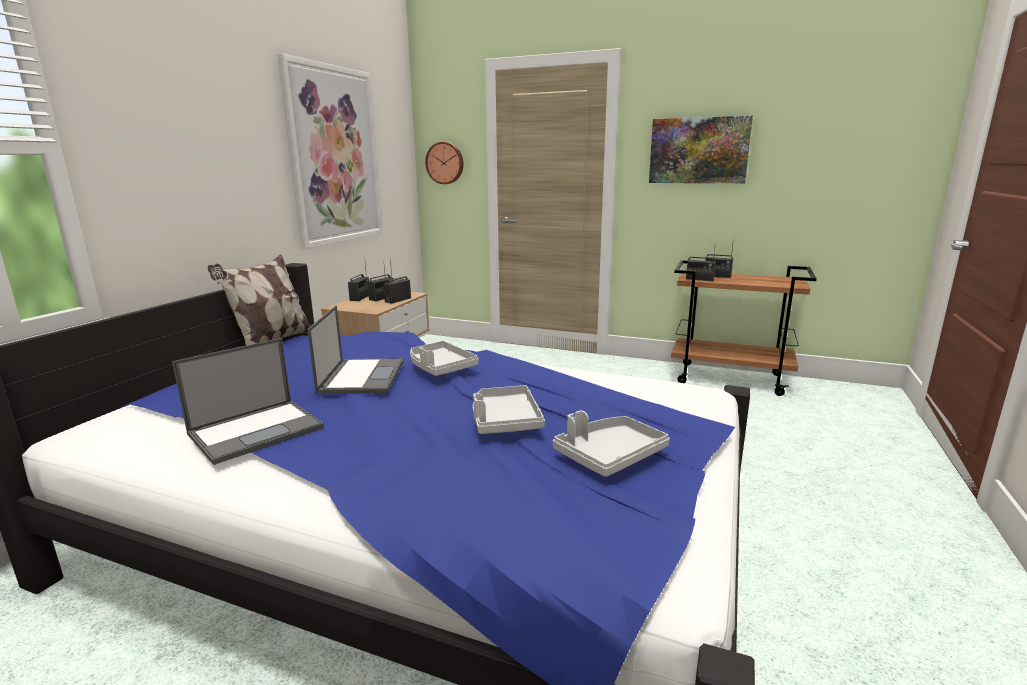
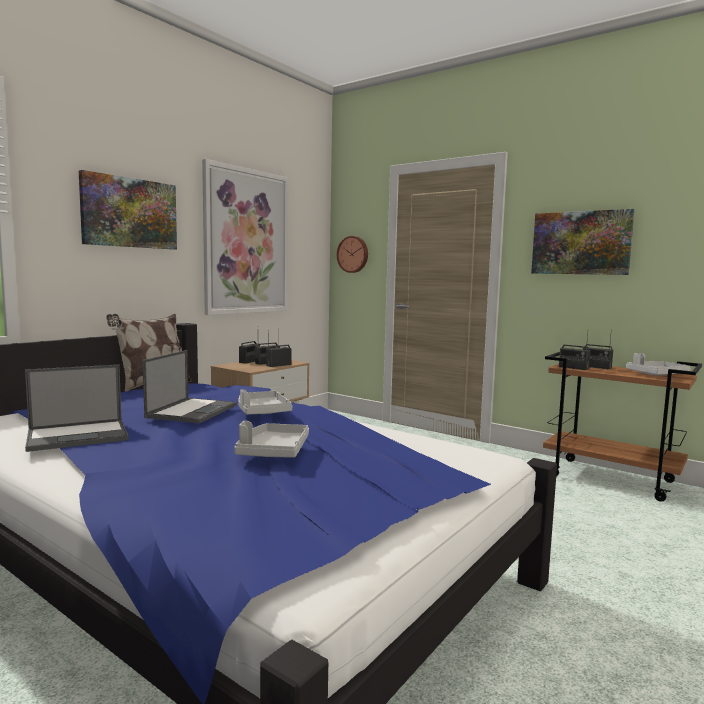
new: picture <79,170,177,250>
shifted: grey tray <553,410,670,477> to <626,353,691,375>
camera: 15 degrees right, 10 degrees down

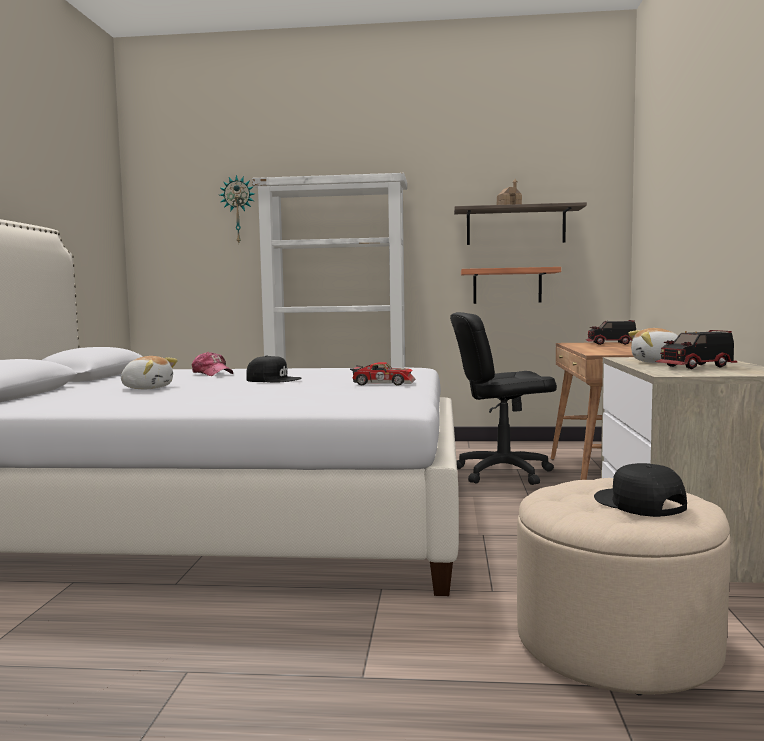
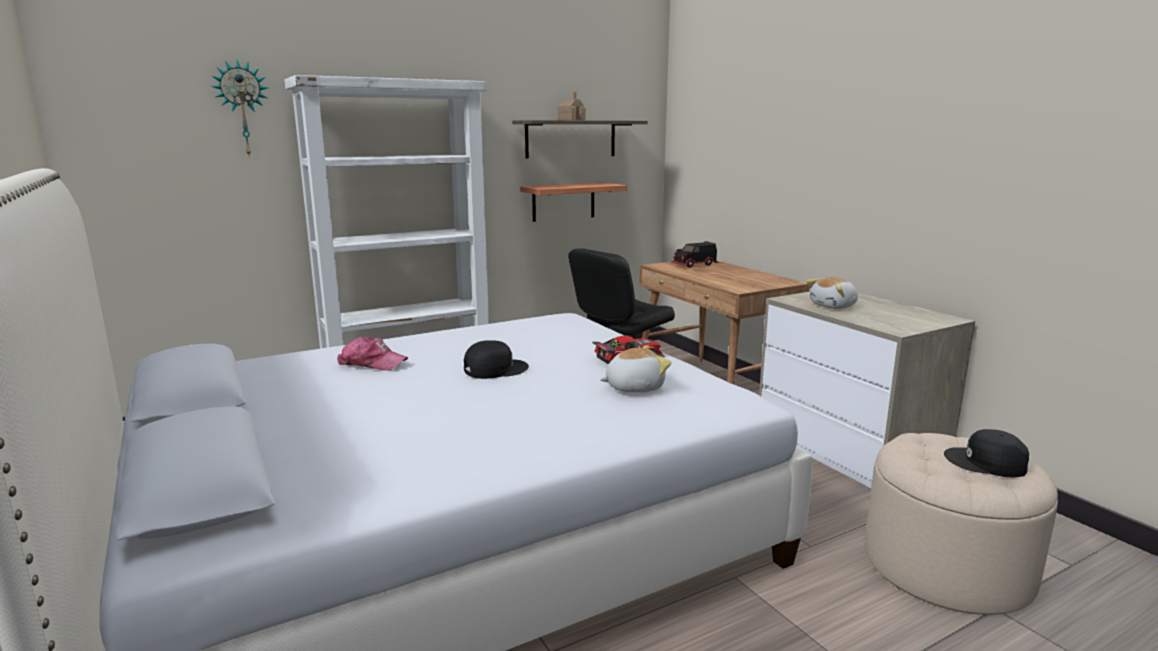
gone: toy truck <656,330,737,369>
shifted: plush toy <121,356,178,389> to <600,345,671,393>
camera: 35 degrees left, 10 degrees up

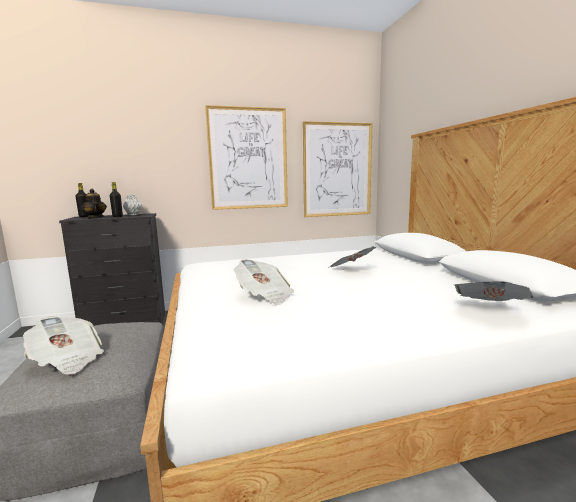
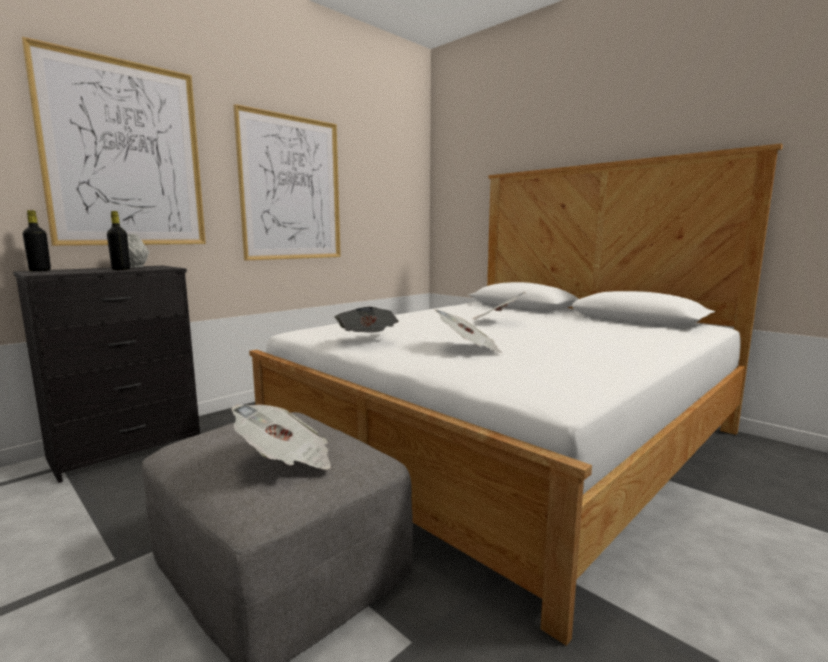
gone: teapot <82,189,107,219>
shifted: picture <303,121,372,217> to <21,36,206,246>; newspaper <454,281,534,301> to <334,307,399,333>
camera: 30 degrees left, 0 degrees up

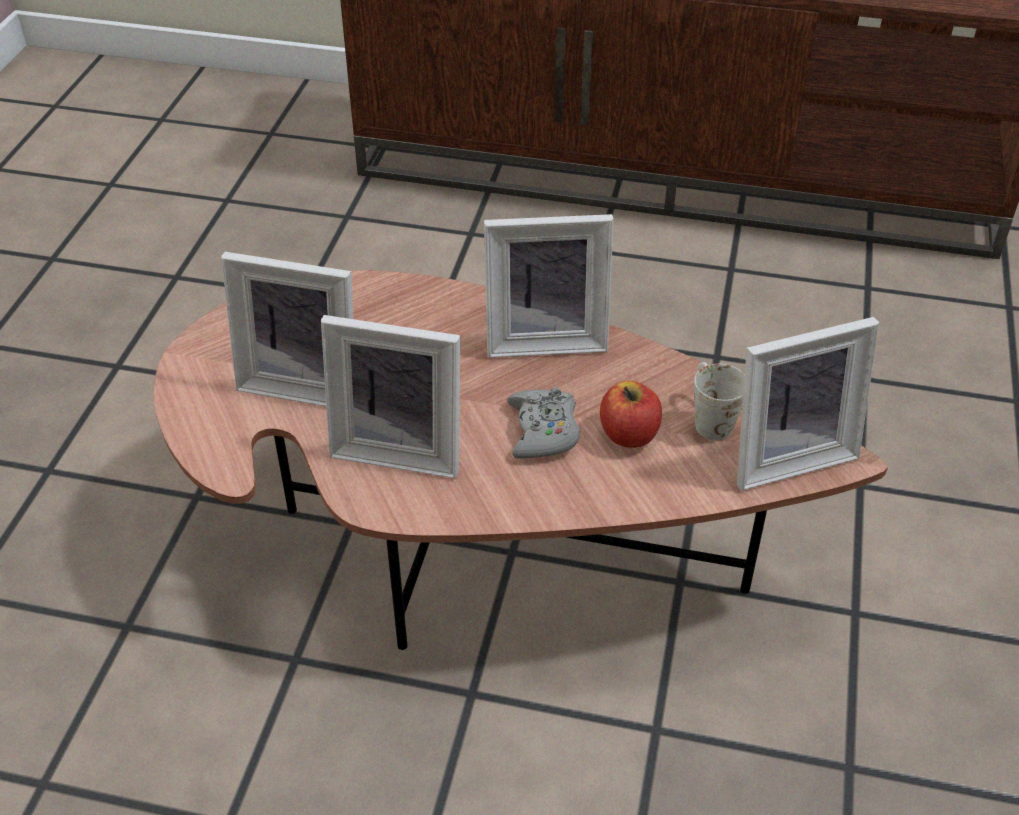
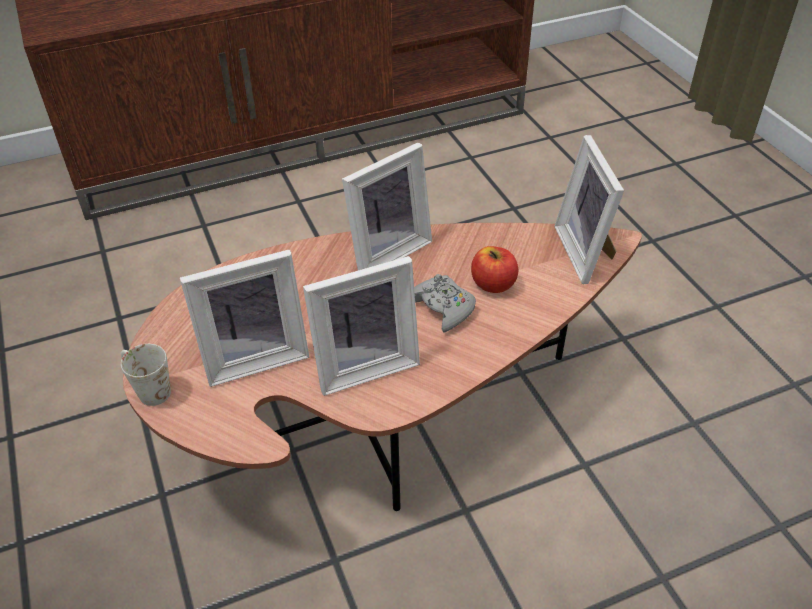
shifted: white mug <694,362,745,440> to <121,344,171,406>
rotated: picture frame <737,317,879,490> = <554,135,624,284> 135 degrees clockwise
camera: 35 degrees left, 0 degrees up

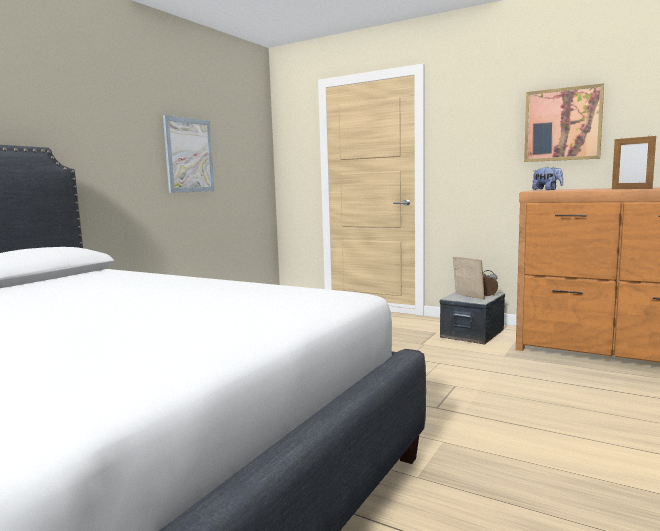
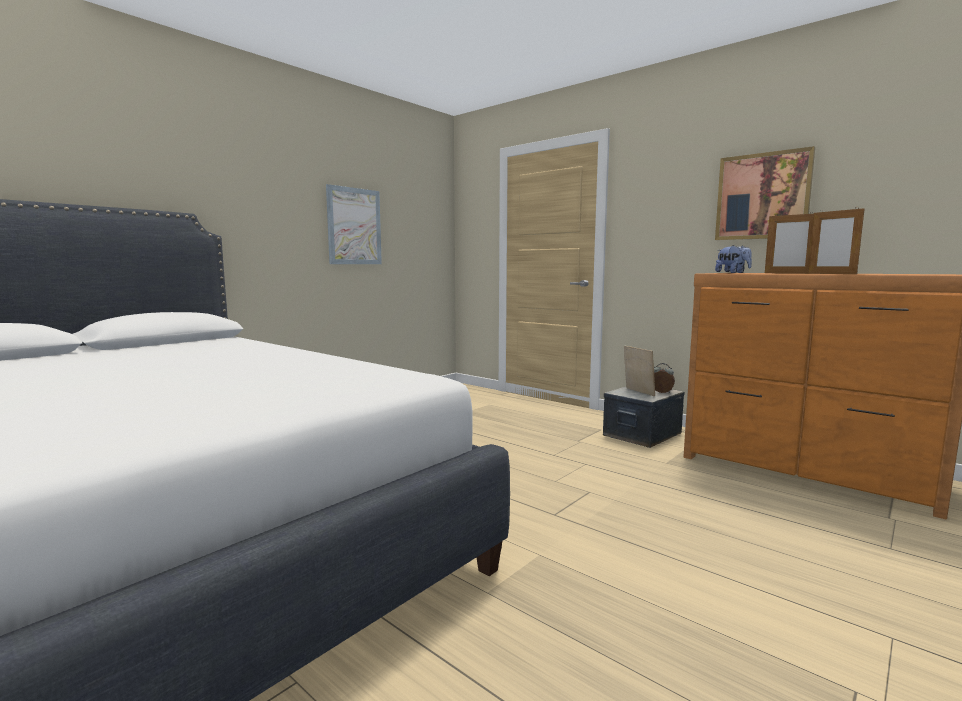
new: picture frame <765,213,814,274>
camera: 10 degrees right, 0 degrees up

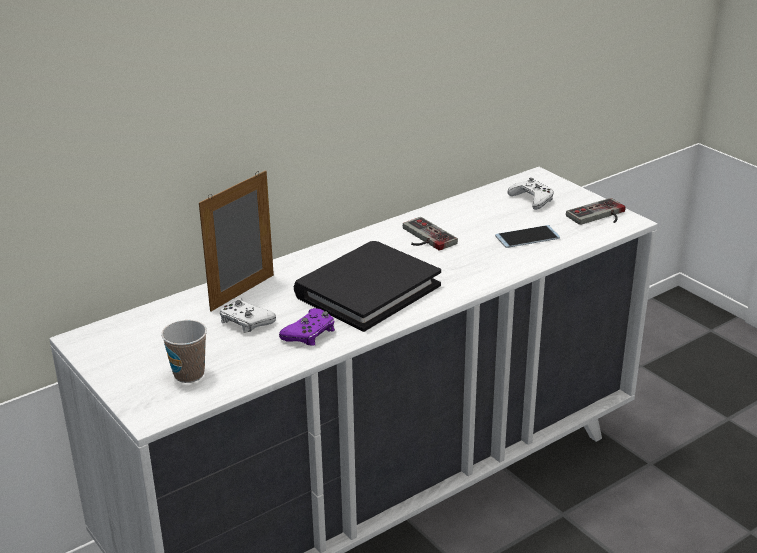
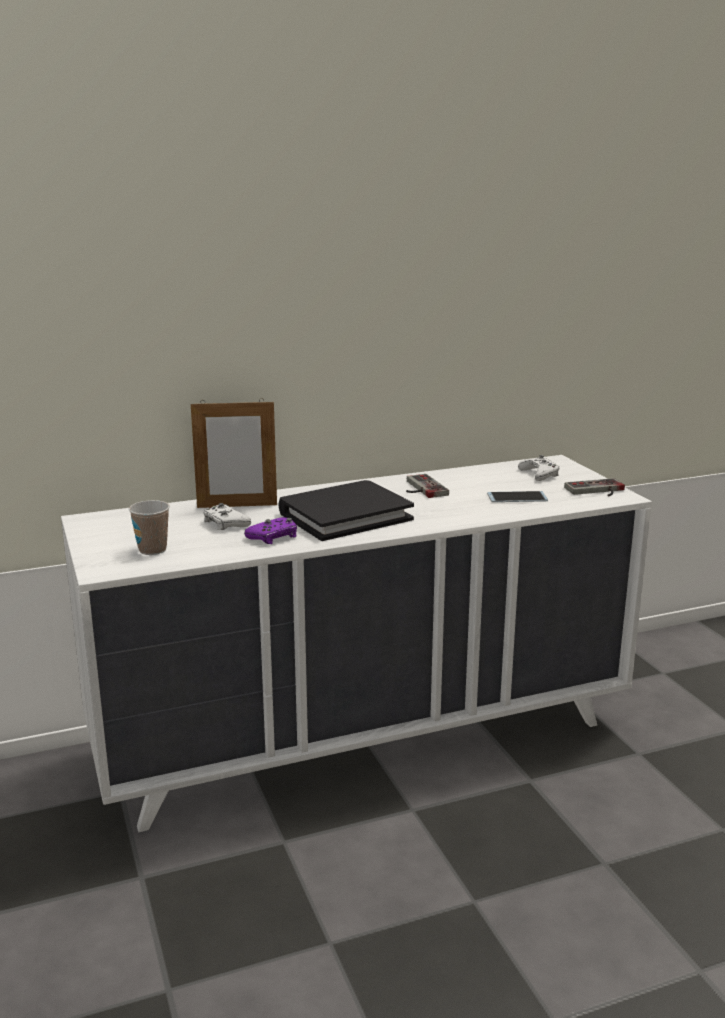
rotated: picture frame <199,170,274,311> = <191,398,277,508> 150 degrees counterclockwise
camera: 15 degrees right, 10 degrees down

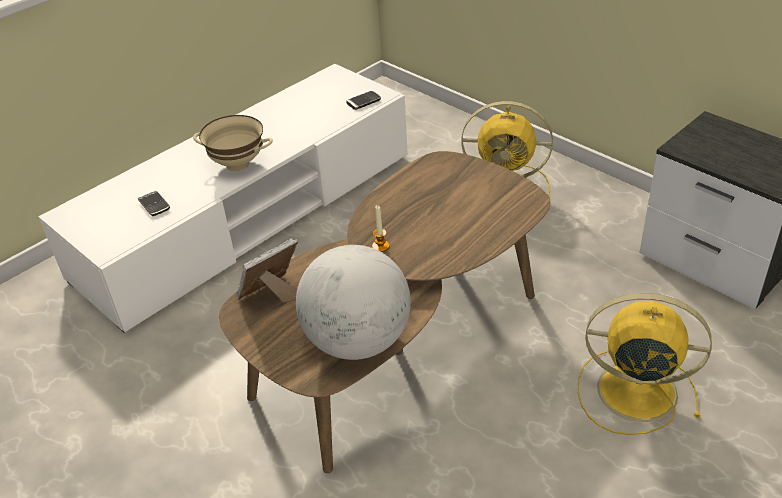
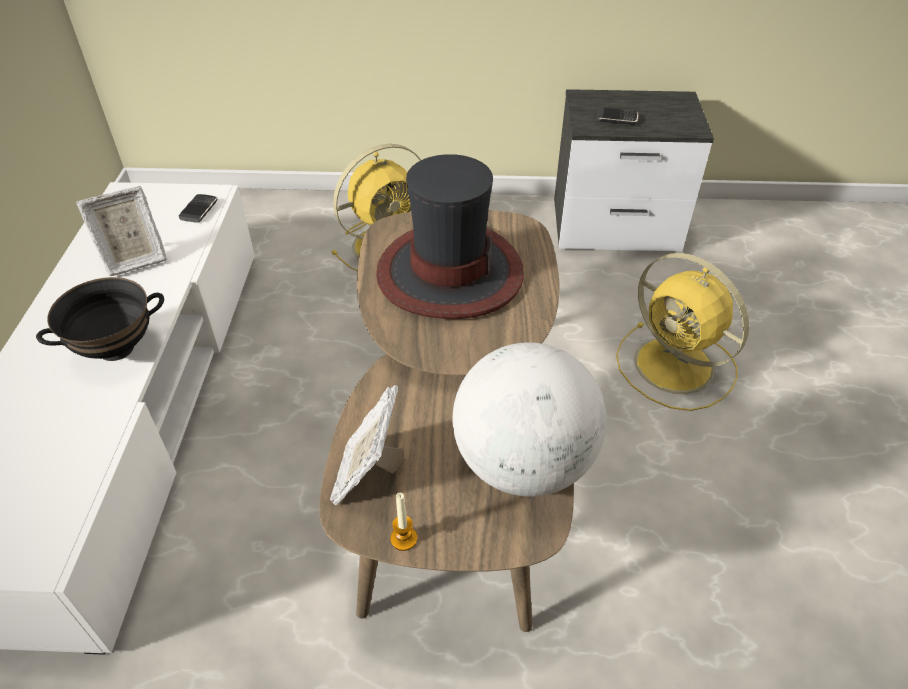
new: picture frame <76,186,167,276>; hat <376,154,524,319>
shifted: candle <372,205,390,252> to <390,493,417,551>; phone <138,191,170,216> to <596,107,638,125>
repainted: beige bowl <193,115,273,171> to black bowl <36,277,164,361>
rotated: yellow fan <577,293,712,435> = <616,253,749,411> 105 degrees counterclockwise
camera: 45 degrees left, 5 degrees up

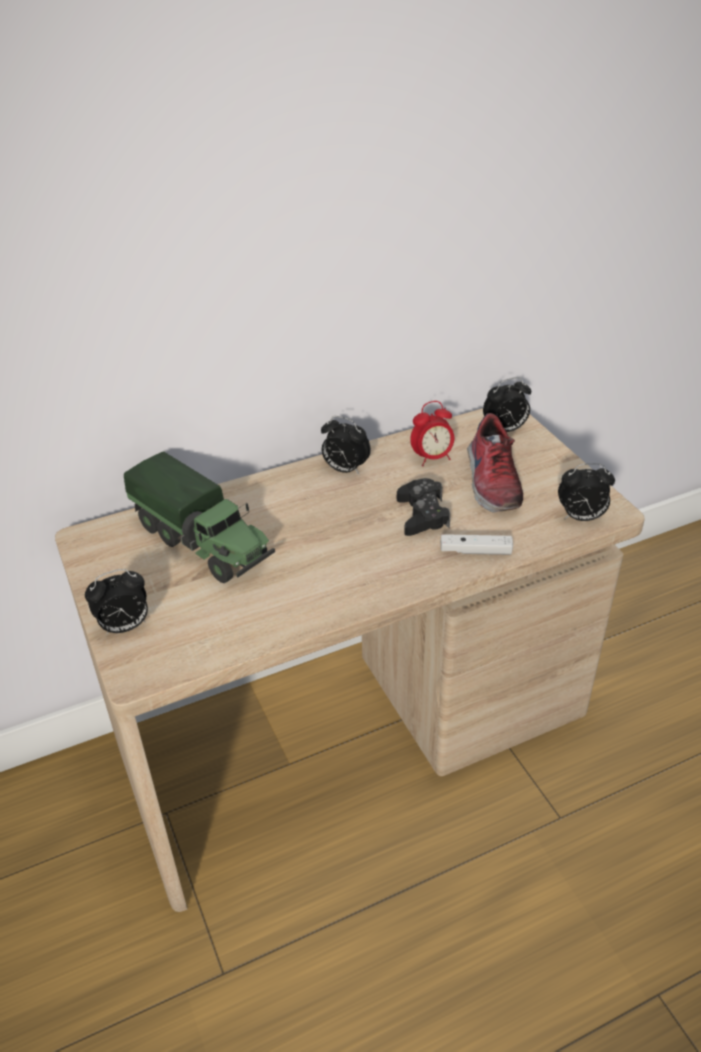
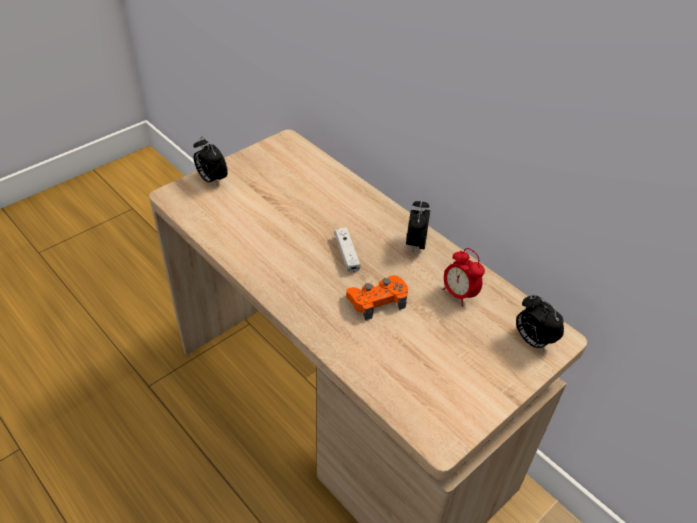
gone: toy truck <124,452,275,583>; shoe <467,413,523,513>; alarm clock <558,463,615,521>
shifted: white game controller <441,534,513,555> to <335,227,360,273>
repainted: black game controller <397,478,450,536> to orange game controller <346,275,408,320>
camera: 70 degrees right, 5 degrees up

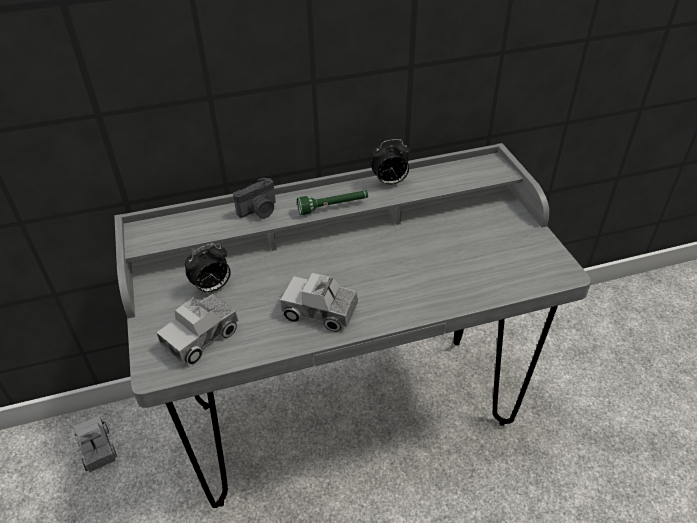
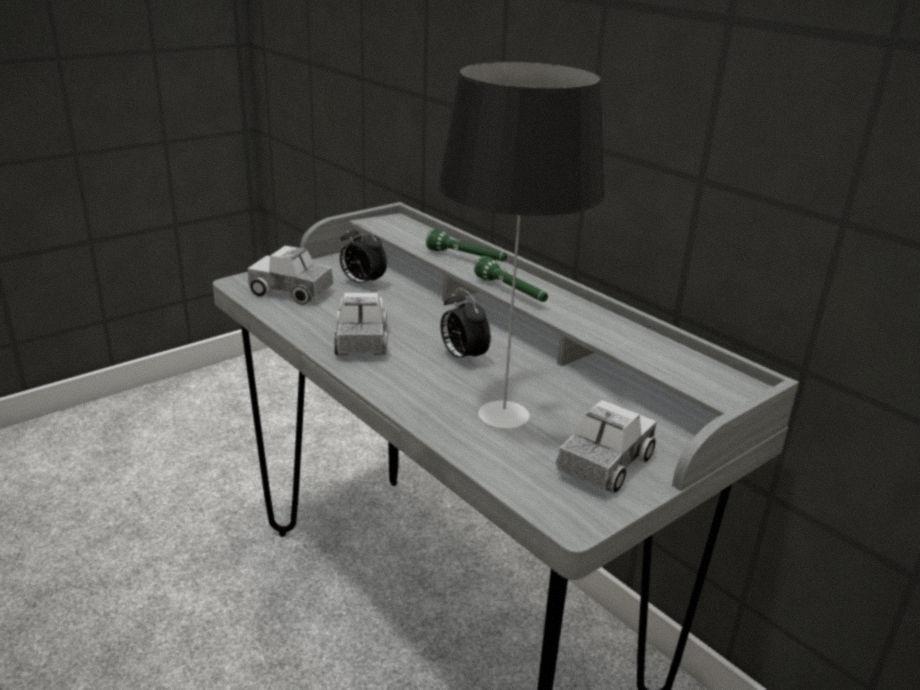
new: table lamp <438,62,605,429>
shifted: alarm clock <371,139,411,185> to <441,288,491,366>; toy truck <74,416,117,473> to <556,400,657,494>
swapped: photo camera <233,177,276,218> to green flashlight <426,229,507,262>
camera: 65 degrees right, 15 degrees down

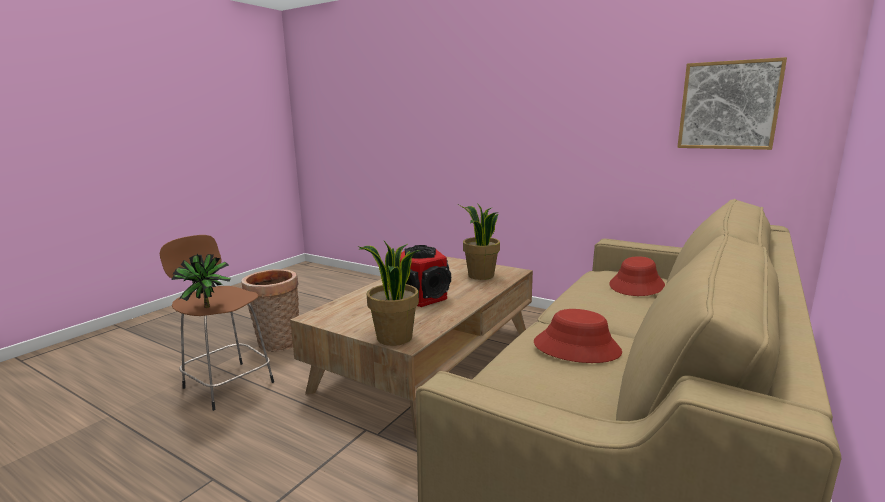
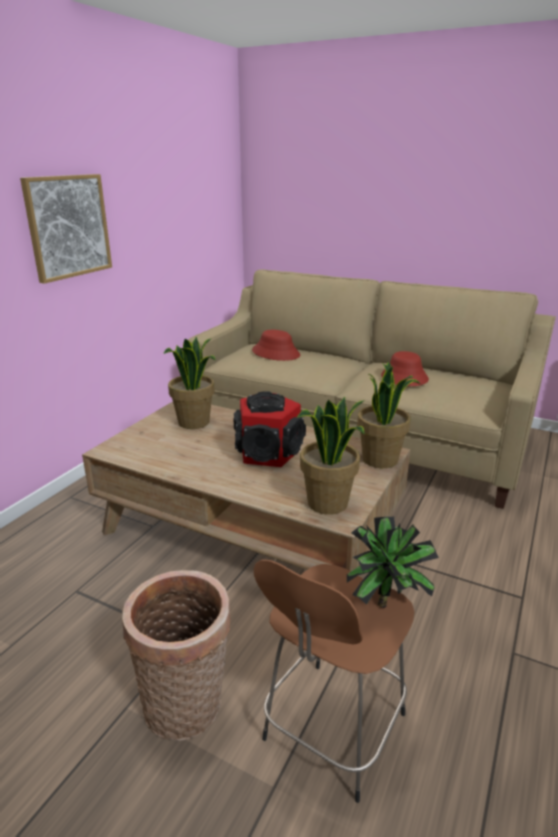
new: potted plant <297,397,365,515>
shifted: picture <677,57,787,150> to <20,174,112,284>
camera: 95 degrees left, 10 degrees up

